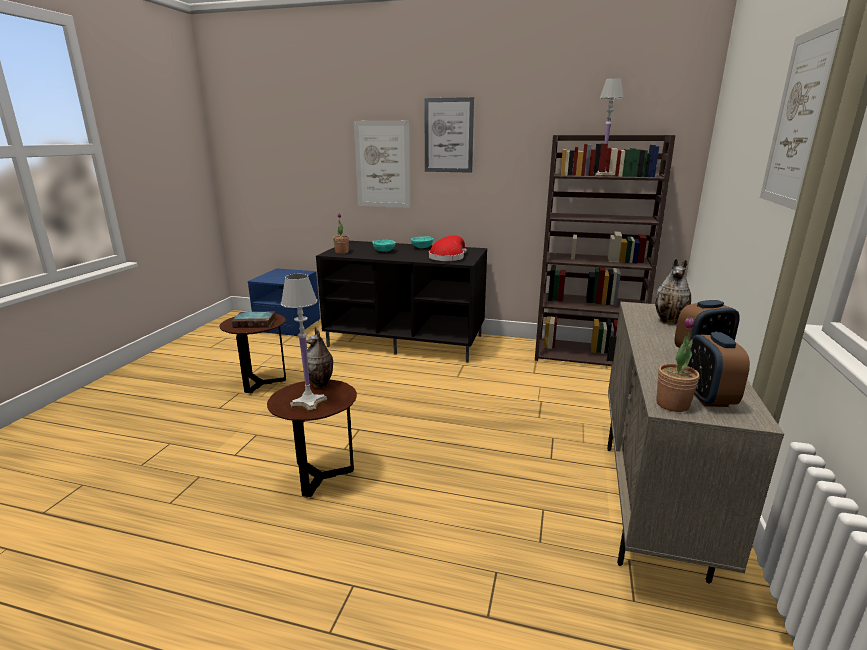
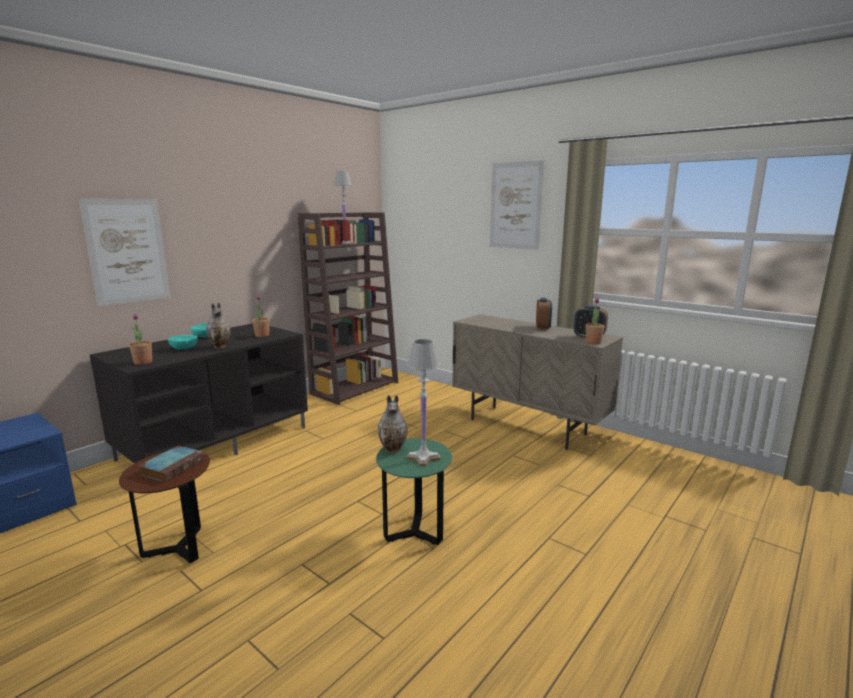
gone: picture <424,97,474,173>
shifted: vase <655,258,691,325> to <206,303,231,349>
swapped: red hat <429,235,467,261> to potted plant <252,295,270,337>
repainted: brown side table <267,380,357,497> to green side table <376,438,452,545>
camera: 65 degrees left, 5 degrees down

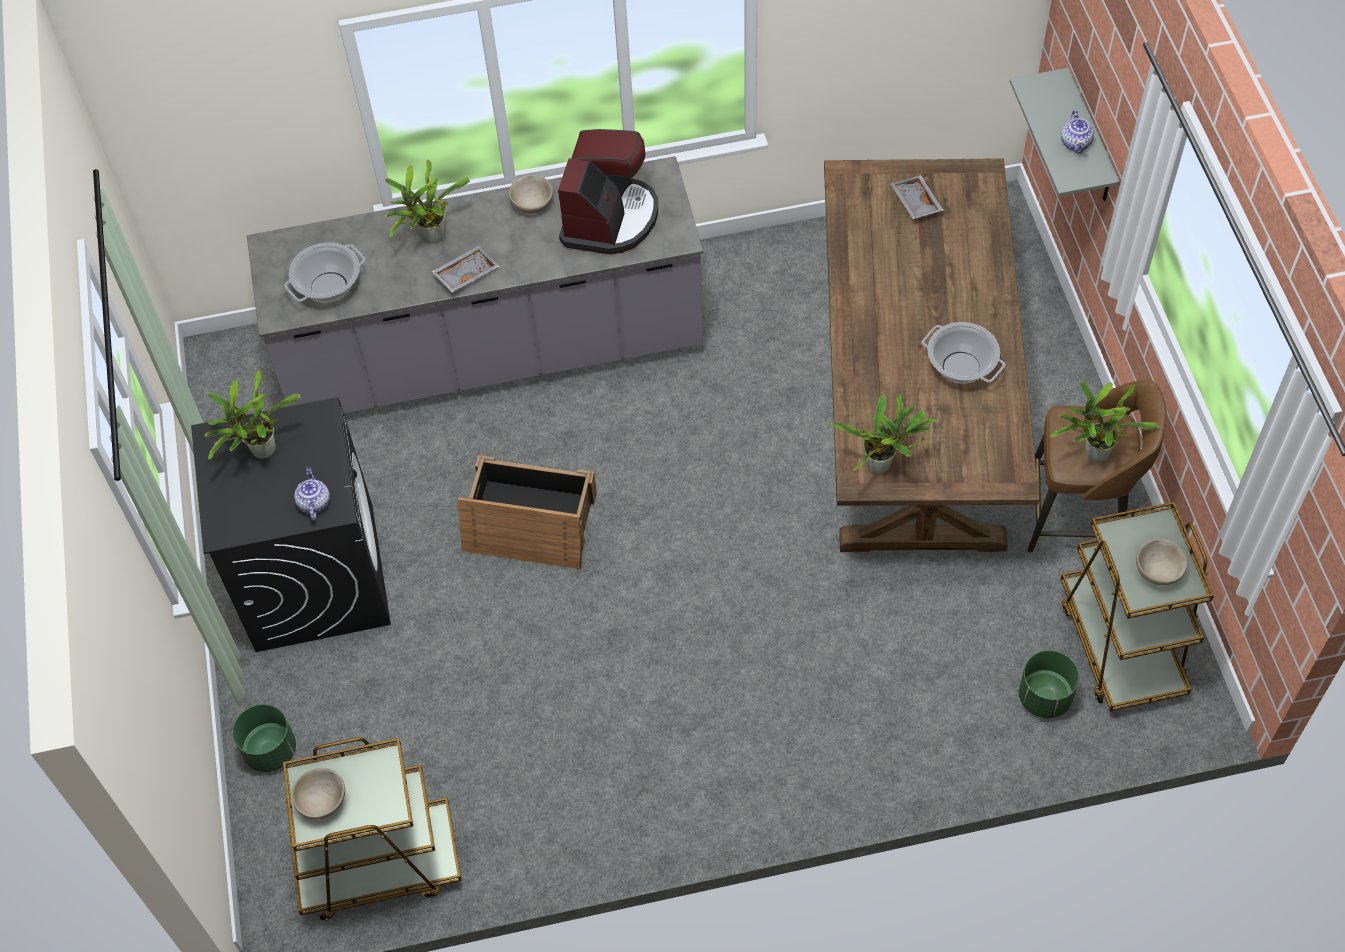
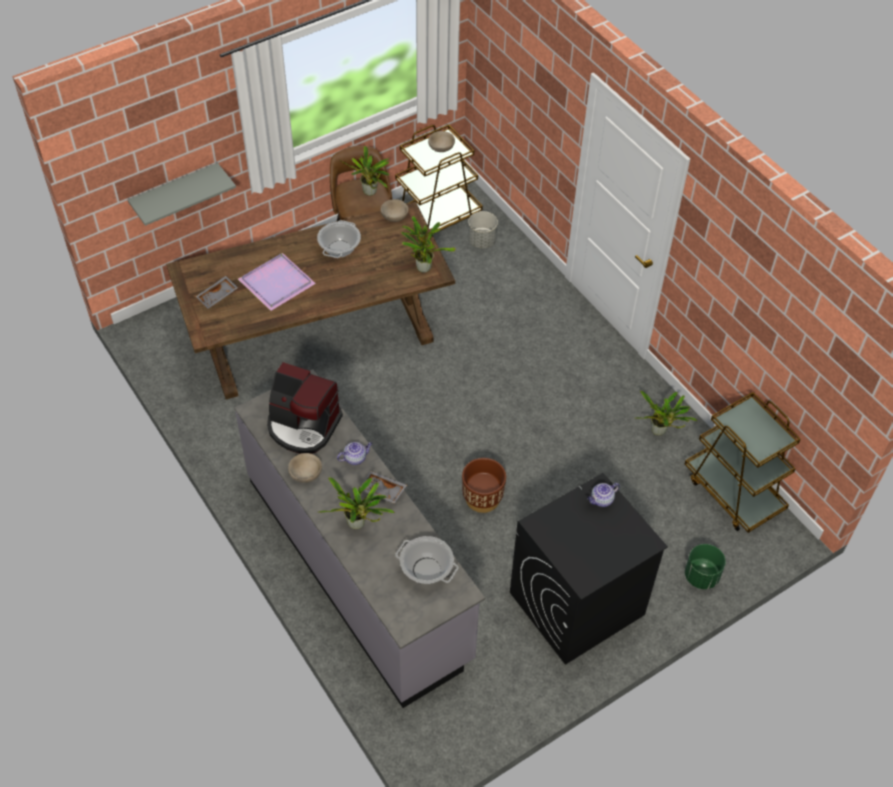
new: purple tray <238,253,316,311>
shifted: teapot <1061,110,1094,154> to <337,442,372,465>; beige bowl <291,768,345,819> to <381,199,409,222>; potted plant <205,370,300,460> to <635,391,697,436>
swapped: crate <458,455,597,569> to brown planter <462,458,506,513>
repainted: green planter <1019,650,1079,718> to grey planter <468,211,498,249>
rotated: coffee machine <558,129,658,254> = <267,362,343,453> 150 degrees counterclockwise
camera: 115 degrees left, 5 degrees down

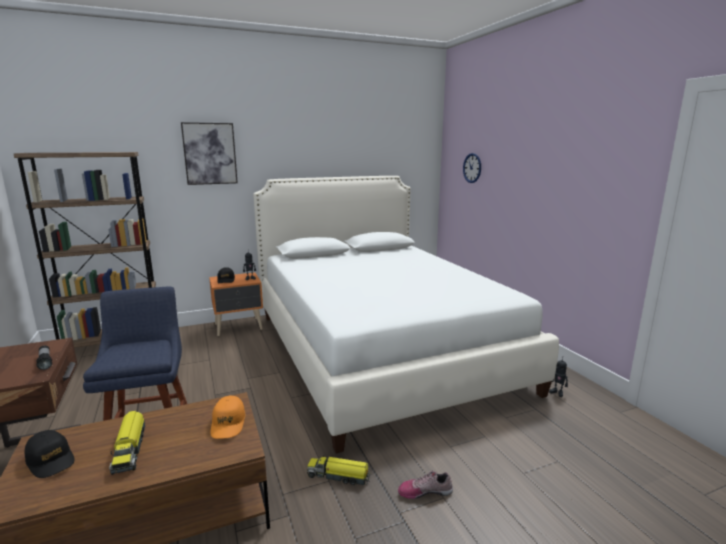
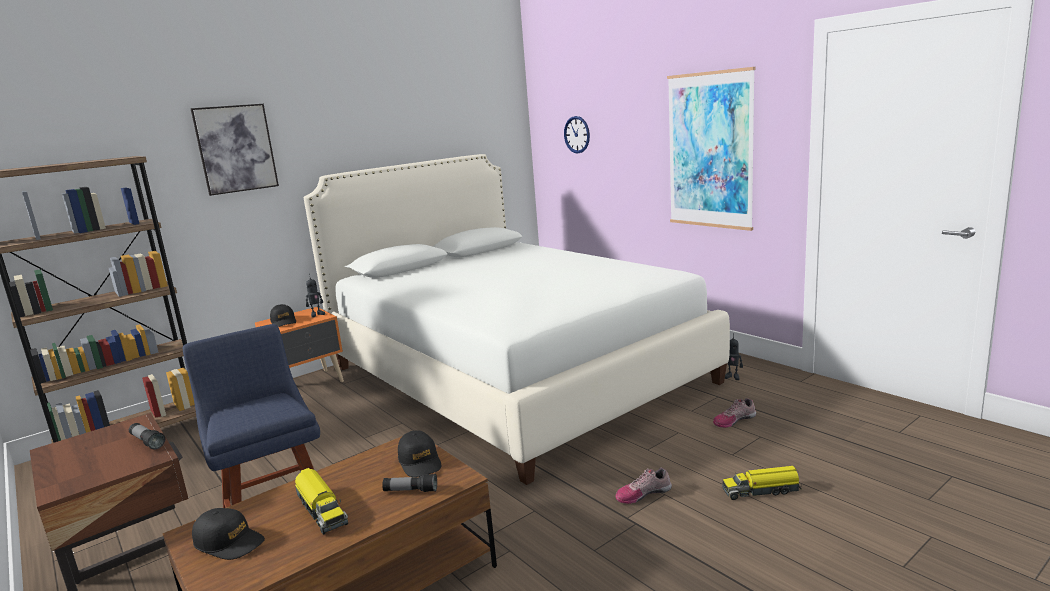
new: flashlight <382,474,437,492>; picture <667,67,756,231>; shoe <713,398,756,428>
shifted: toy truck <307,455,371,485> to <722,466,802,500>
repainted: orange cap <210,395,245,439> to black cap <398,430,441,477>
camera: 15 degrees left, 0 degrees up

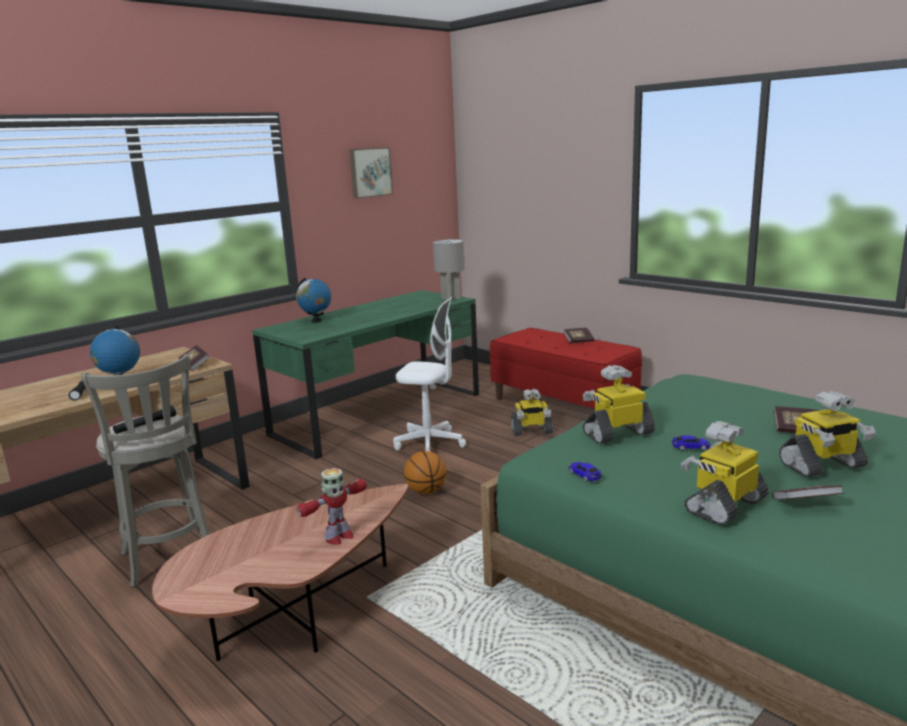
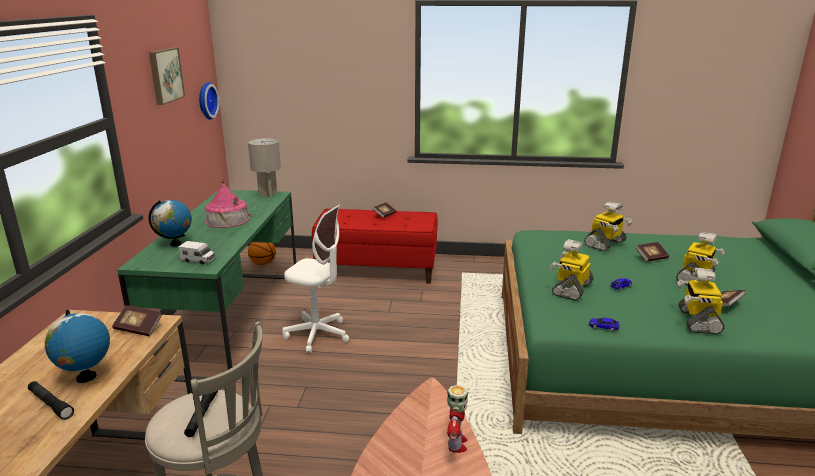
new: toy truck <178,241,216,265>; wall clock <199,82,219,120>; toy house <205,179,251,228>
shifted: basketball <404,451,447,494> to <248,242,276,265>; toy robot <511,389,553,436> to <584,201,632,251>
rotated: white office chair <393,297,466,451> = <282,204,349,353> 45 degrees clockwise
camera: 40 degrees left, 5 degrees up

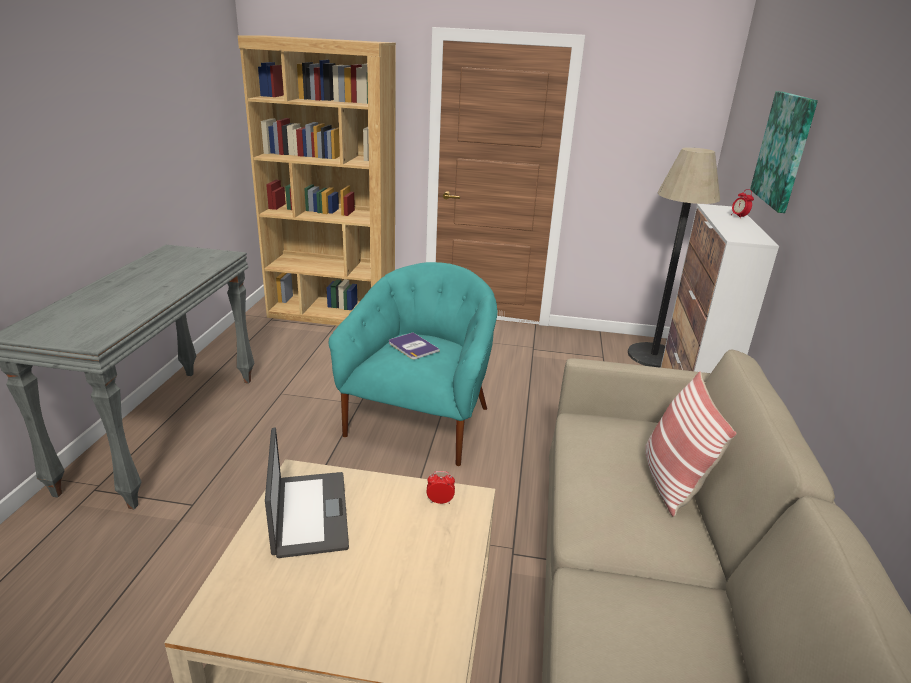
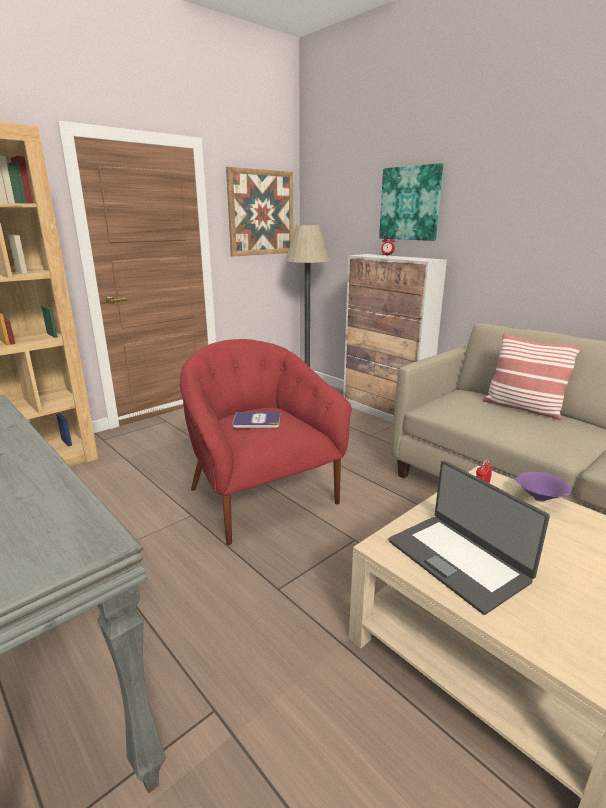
new: picture <226,167,293,257>; purple bowl <517,472,571,502>
repainted: turquoise armchair <328,262,497,466> to red armchair <180,339,352,545>
rotated: laptop <265,428,349,558> = <389,461,550,615> 150 degrees counterclockwise
camera: 50 degrees left, 5 degrees down

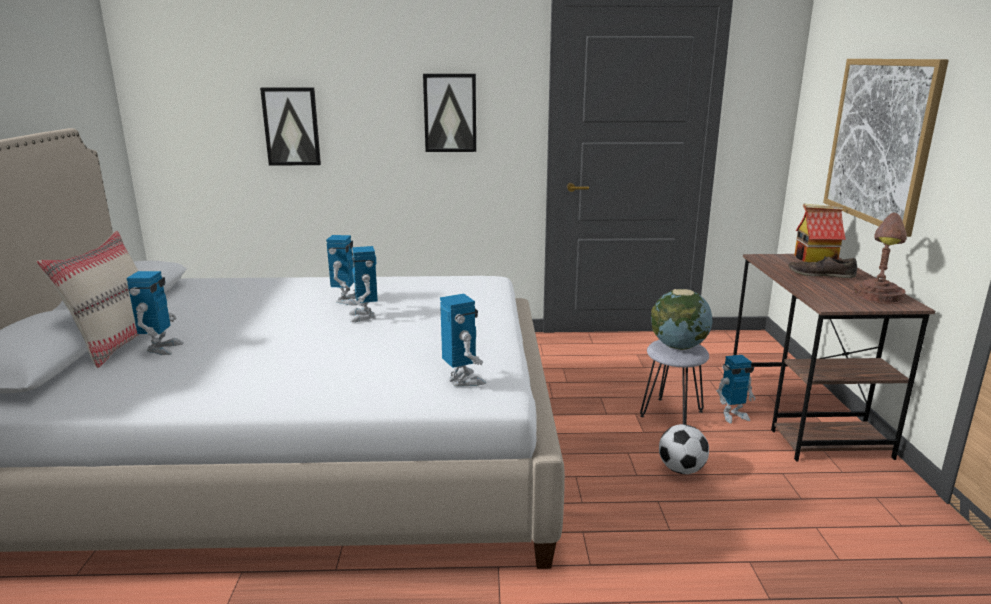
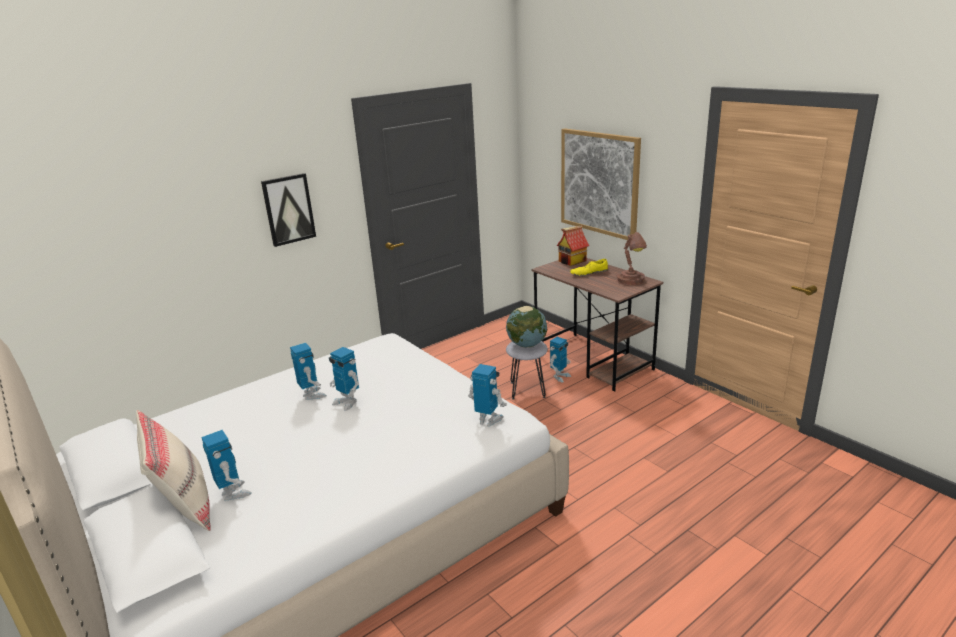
gone: picture <260,87,321,165>; football <659,424,709,474>
repainted: brown shoe <788,256,857,278> to yellow shoe <570,259,608,276>
camera: 35 degrees left, 5 degrees up

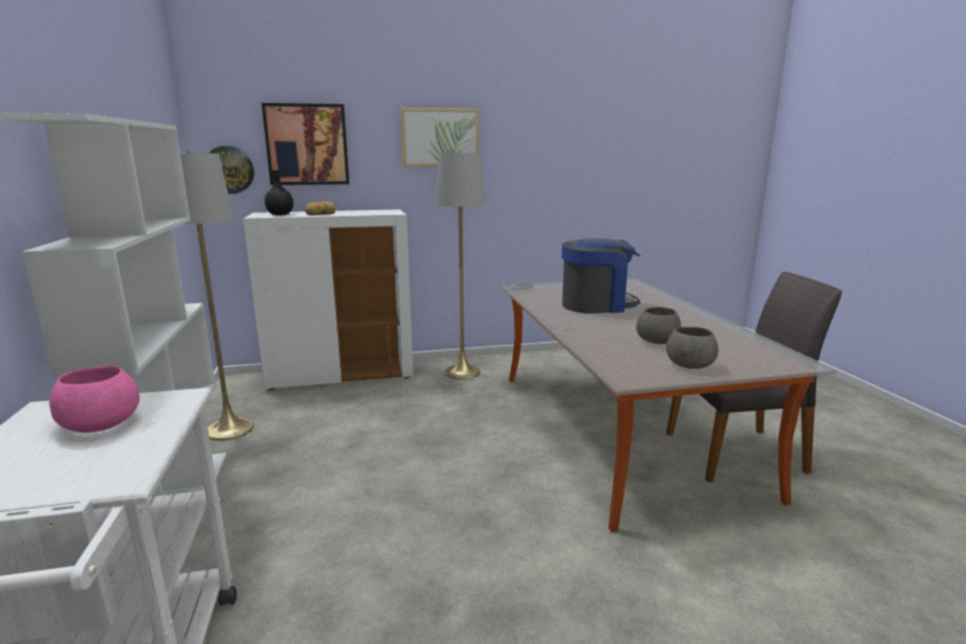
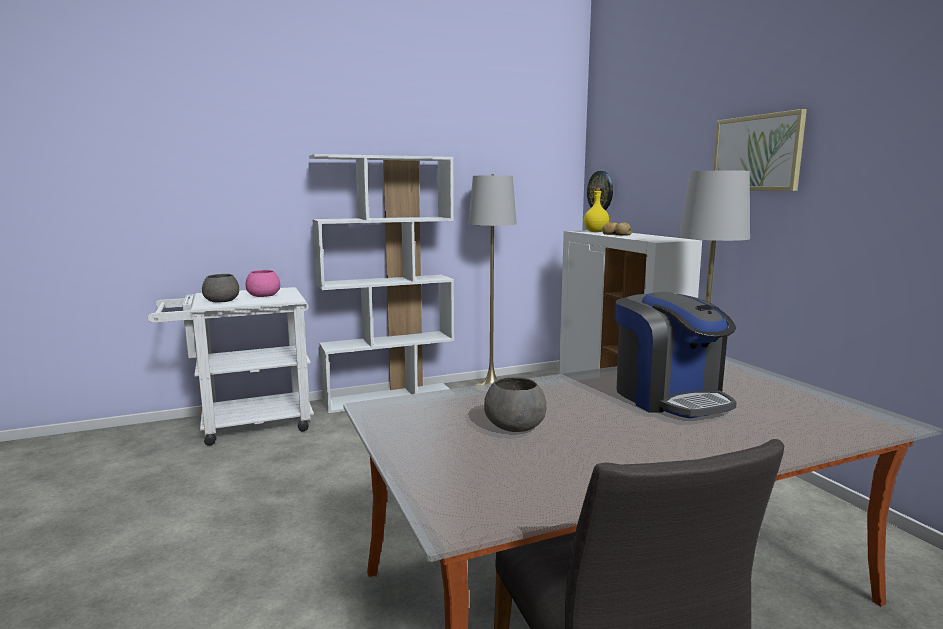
gone: picture <262,103,349,185>
shifted: grey bowl <666,327,718,369> to <202,274,239,302>
repainted: black bottle <265,166,294,215> to yellow bottle <584,188,609,232>
camera: 80 degrees right, 5 degrees down

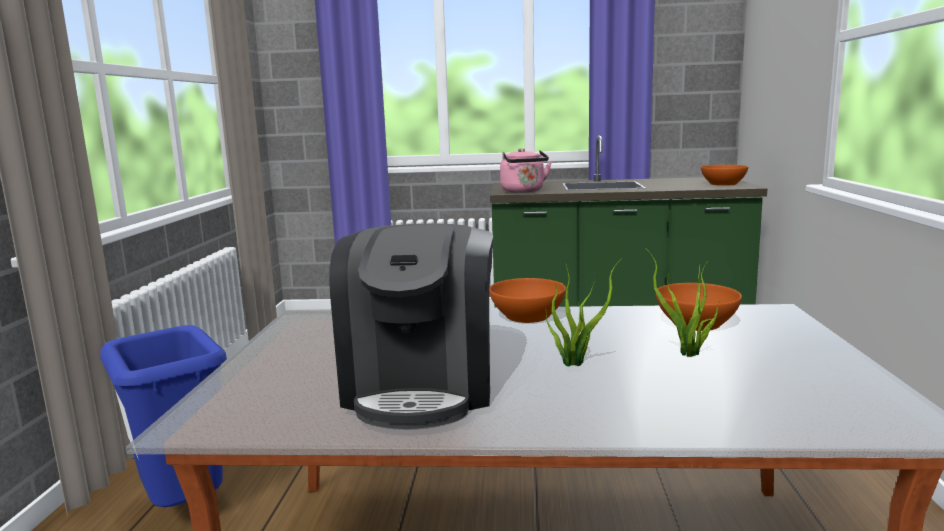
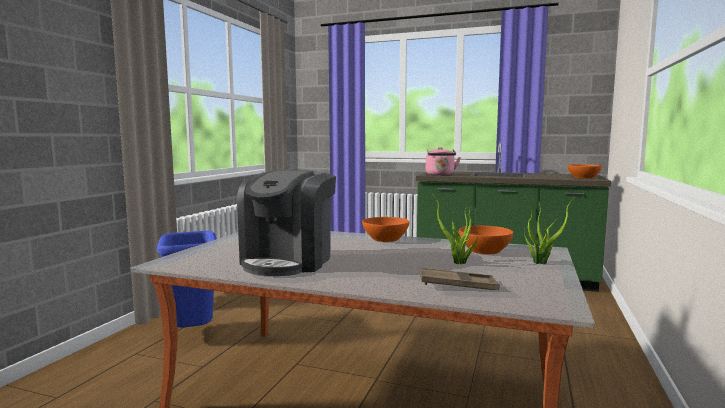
new: brown tray <419,267,500,290>
shifted: potted plant <546,258,622,367> to <524,197,575,264>
camera: 15 degrees right, 5 degrees down

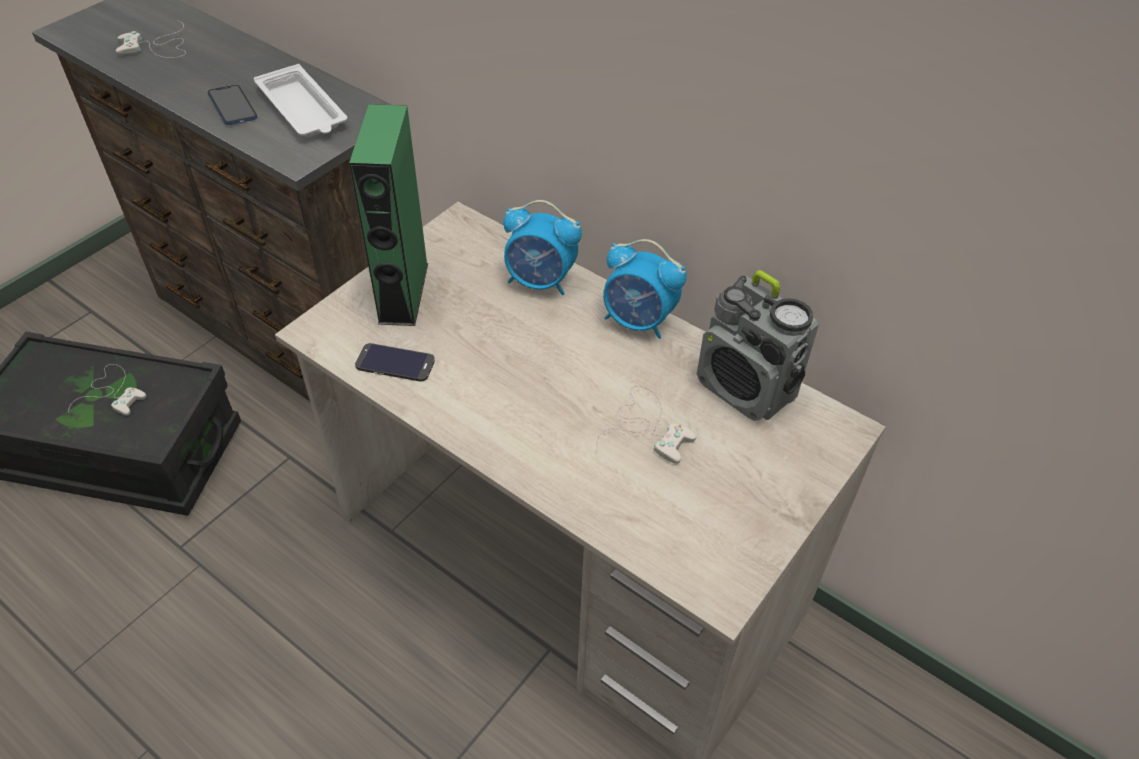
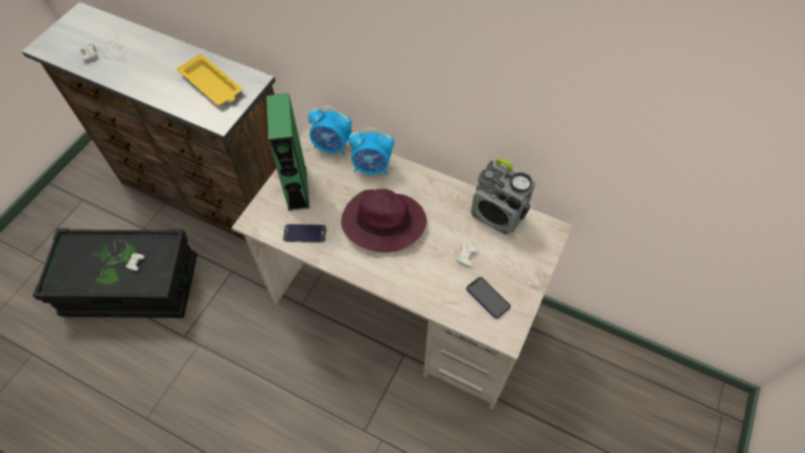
new: purple hat <341,189,427,253>
shifted: alarm clock <603,239,687,339> to <308,106,352,155>; phone <208,85,257,125> to <466,277,511,319>
repainted: white tray <254,64,347,137> to yellow tray <177,54,242,105>
camera: 10 degrees left, 10 degrees up

